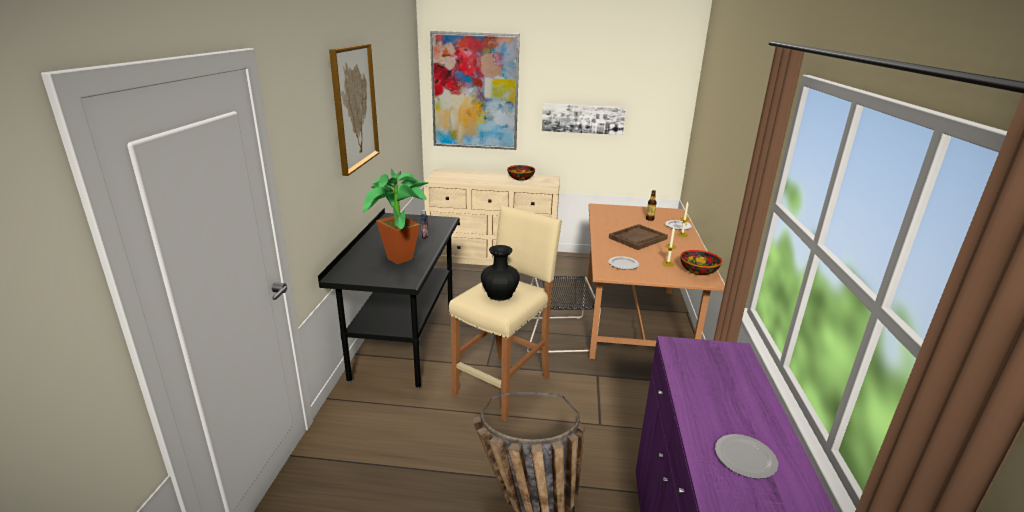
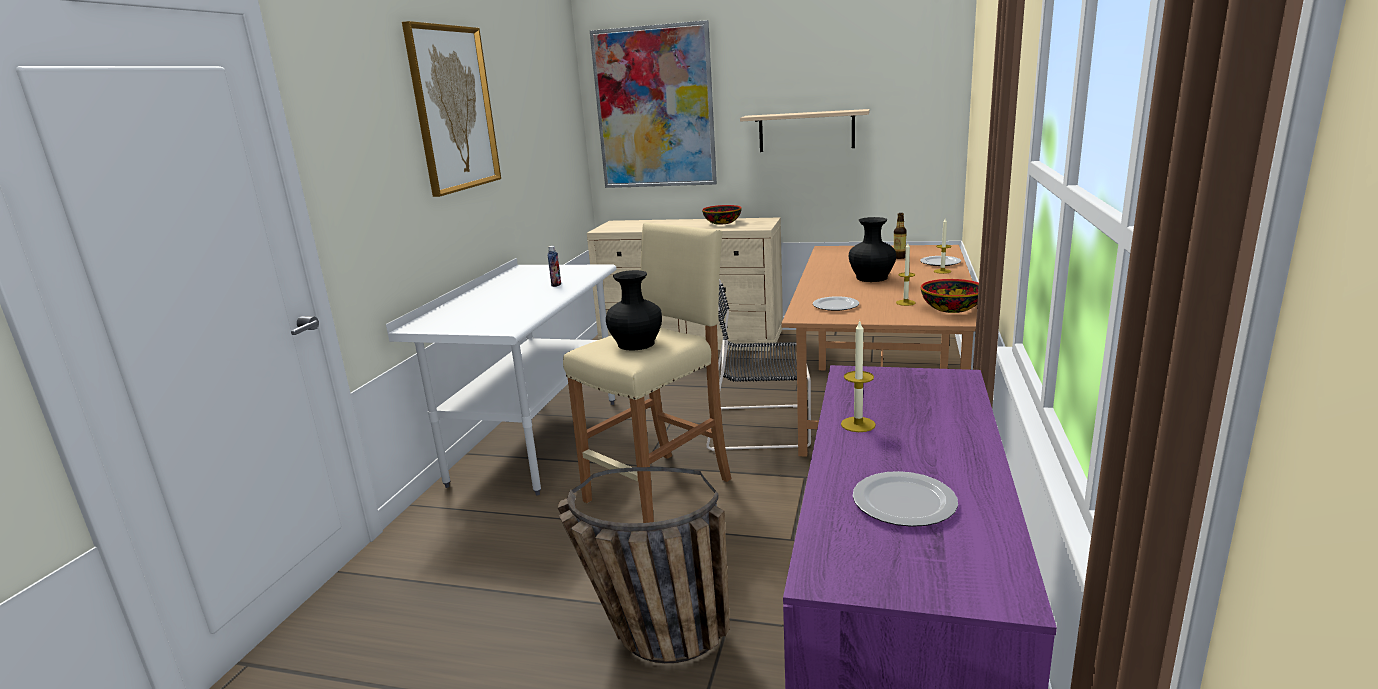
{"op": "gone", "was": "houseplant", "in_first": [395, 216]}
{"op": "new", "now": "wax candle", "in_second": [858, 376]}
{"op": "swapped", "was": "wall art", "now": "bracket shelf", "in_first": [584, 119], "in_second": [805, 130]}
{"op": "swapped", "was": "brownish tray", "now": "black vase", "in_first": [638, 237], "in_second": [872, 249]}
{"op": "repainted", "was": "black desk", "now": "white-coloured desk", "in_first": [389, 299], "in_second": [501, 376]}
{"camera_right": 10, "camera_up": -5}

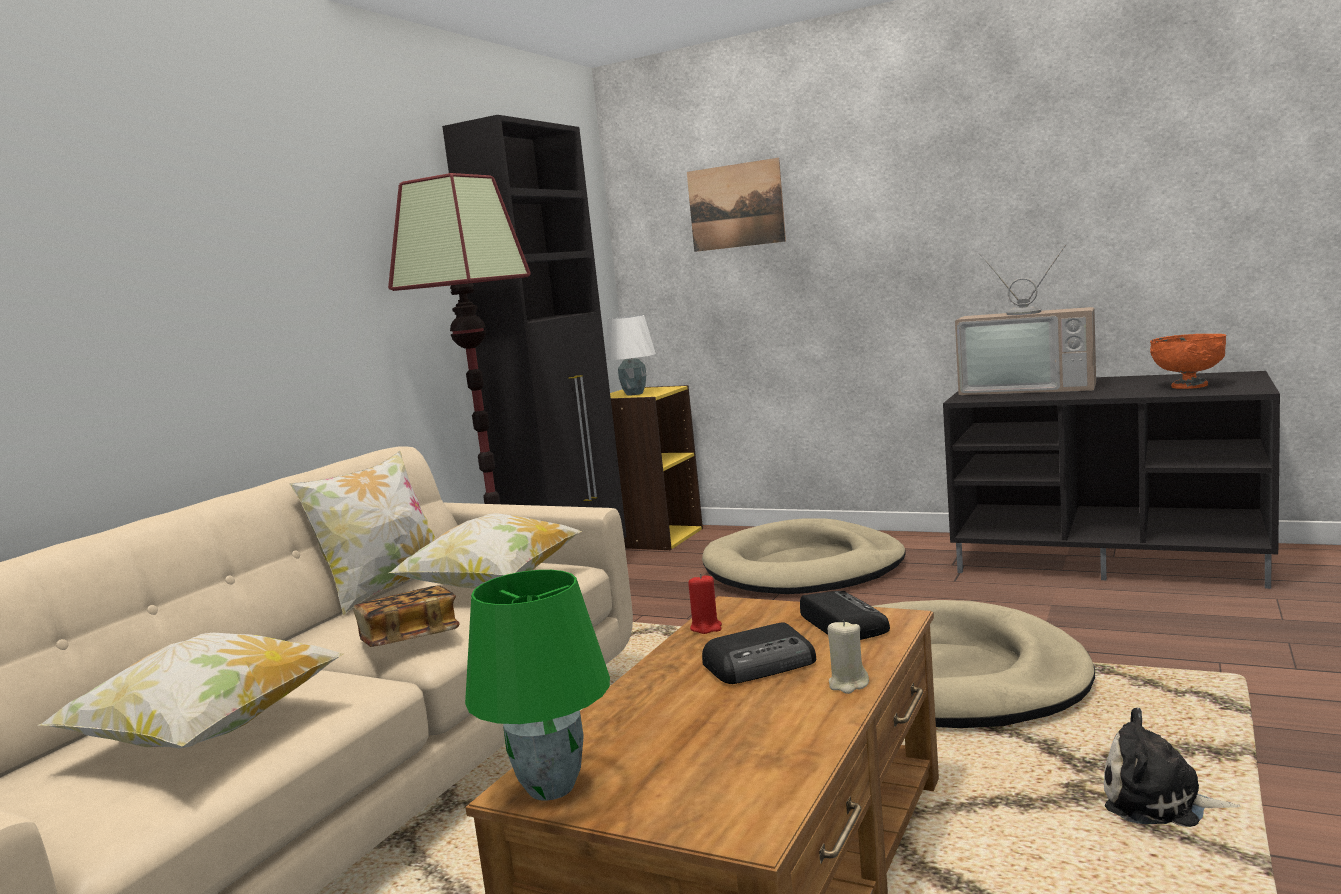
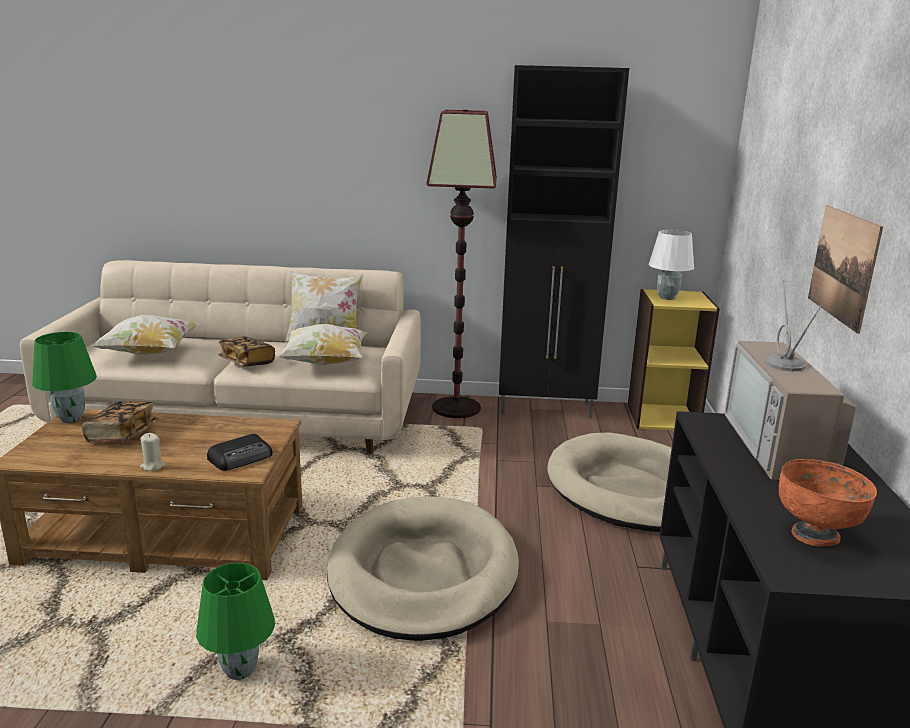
{"op": "gone", "was": "reddish wax candle", "in_first": [705, 604]}
{"op": "gone", "was": "radio receiver", "in_first": [759, 653]}
{"op": "new", "now": "volume", "in_second": [119, 422]}
{"op": "shifted", "was": "wall art", "in_first": [736, 205], "in_second": [845, 269]}
{"op": "swapped", "was": "cuddly toy", "now": "green lamp for a table", "in_first": [1172, 767], "in_second": [235, 621]}
{"camera_right": 65, "camera_up": 10}

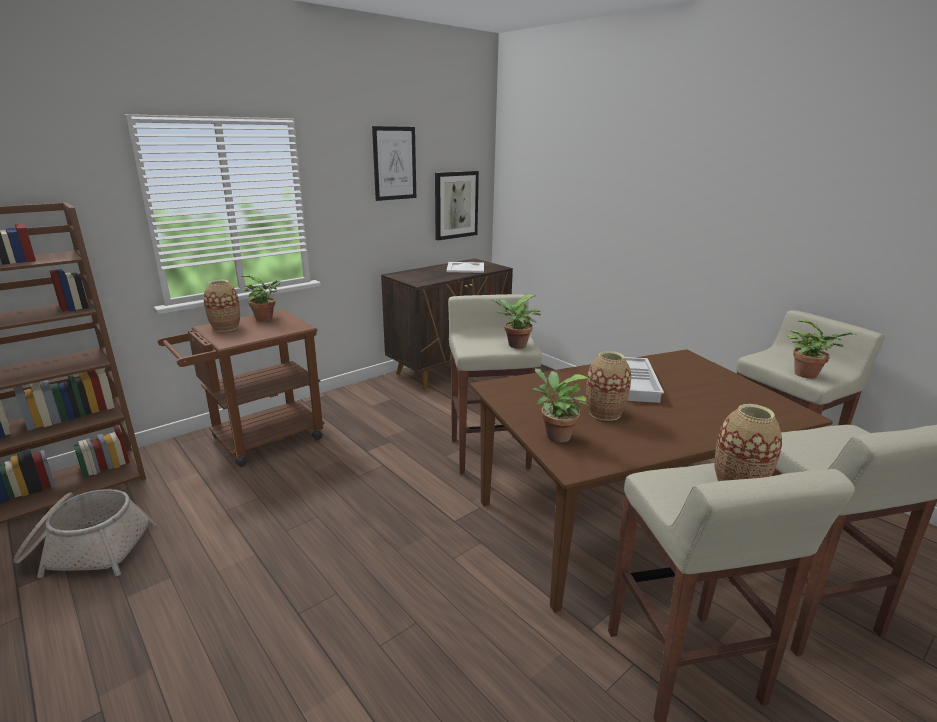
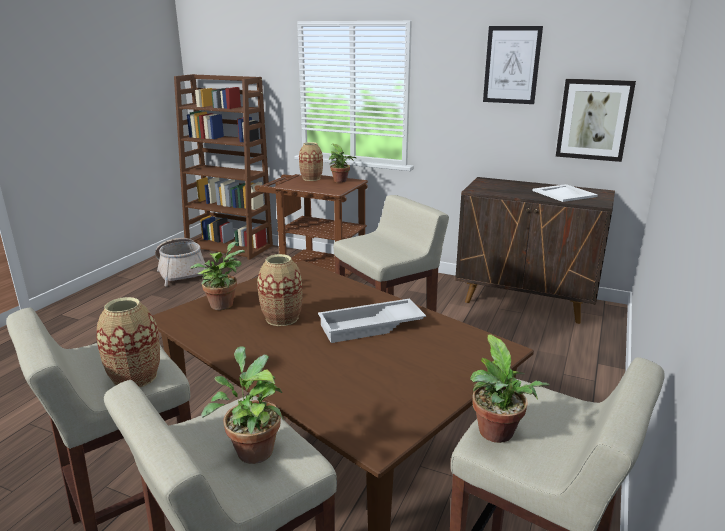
{"op": "shifted", "was": "houseplant", "in_first": [516, 322], "in_second": [242, 405]}
{"camera_right": 65, "camera_up": 0}

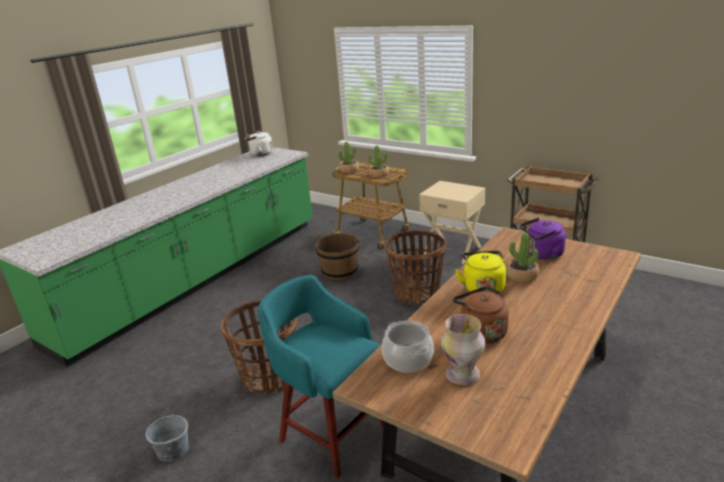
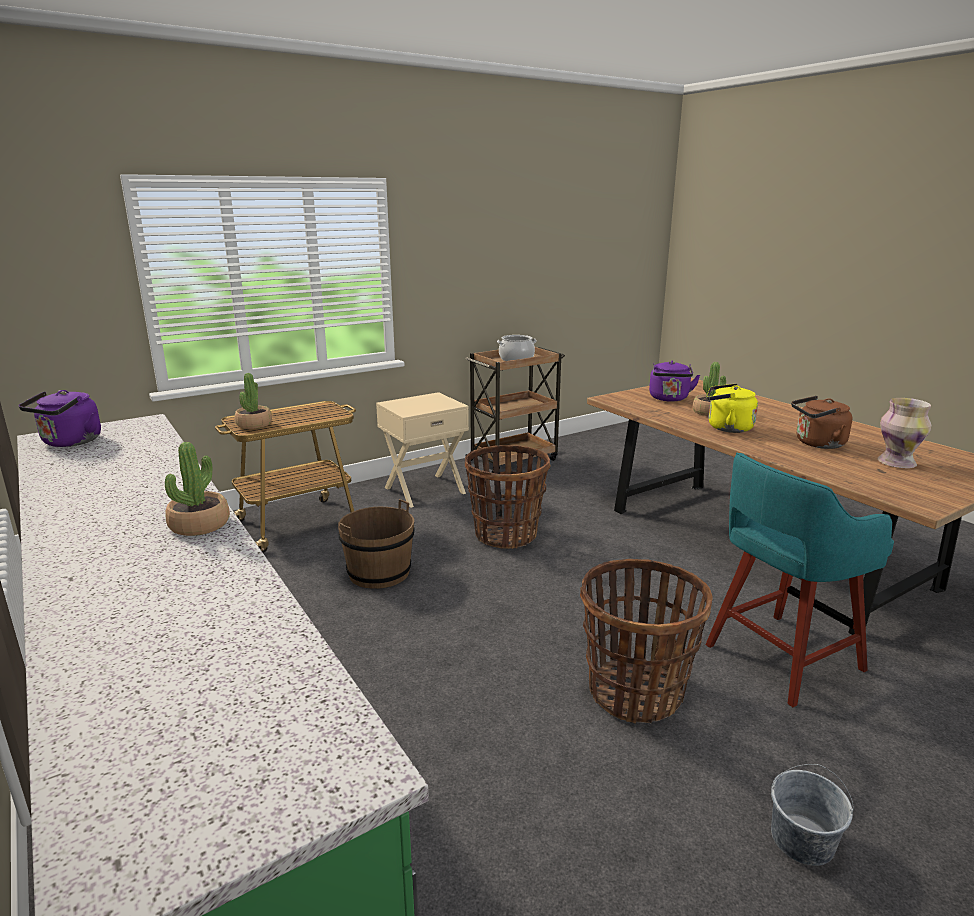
{"op": "shifted", "was": "houseplant", "in_first": [378, 161], "in_second": [197, 489]}
{"op": "shifted", "was": "saucepot", "in_first": [408, 347], "in_second": [517, 348]}
{"op": "repainted", "was": "white-coloured water kettle", "now": "purplish water kettle", "in_first": [259, 143], "in_second": [60, 418]}
{"camera_right": -70, "camera_up": -5}

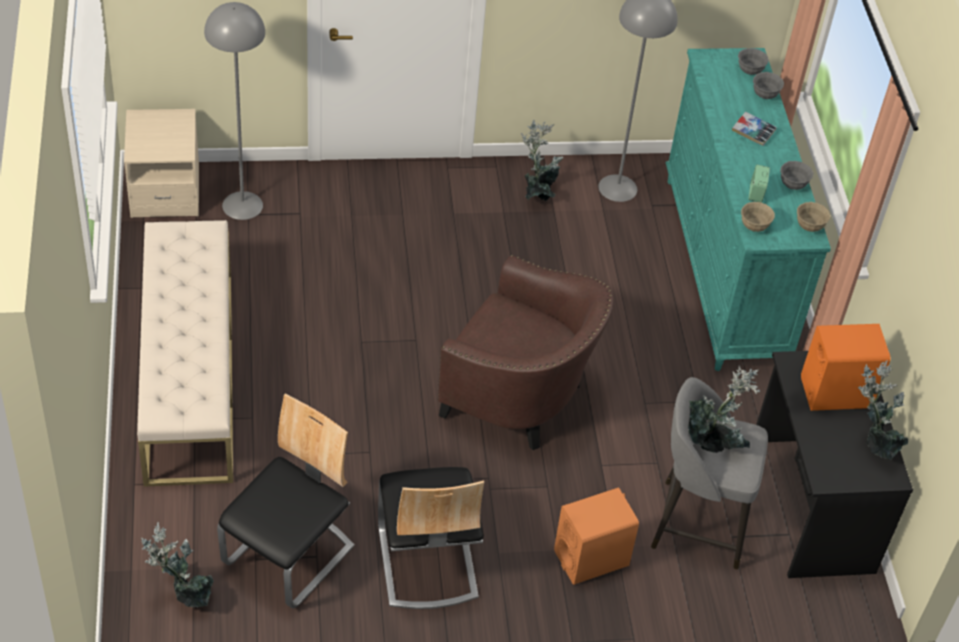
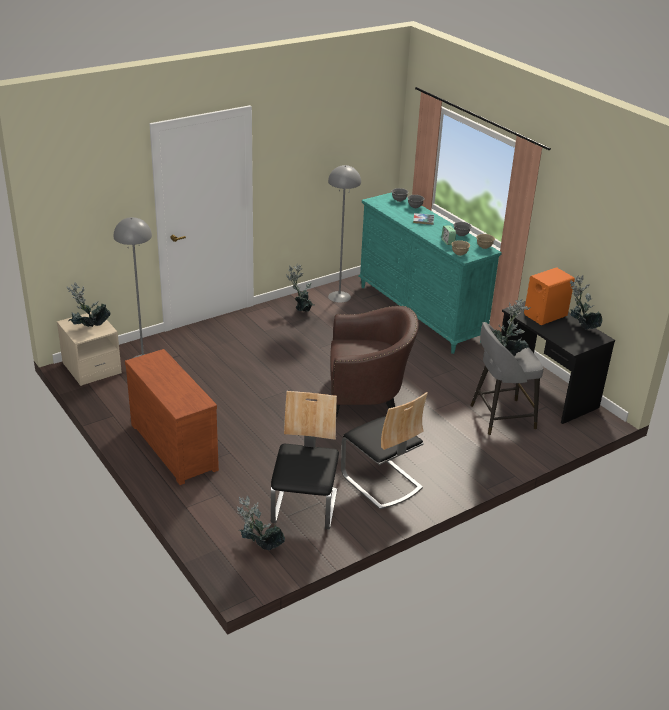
{"op": "gone", "was": "orange audio speaker", "in_first": [596, 536]}
{"op": "new", "now": "houseplant", "in_second": [88, 304]}
{"op": "swapped", "was": "sand-coloured long seat", "now": "brownish drawer chest", "in_first": [185, 353], "in_second": [172, 417]}
{"camera_right": -25, "camera_up": -15}

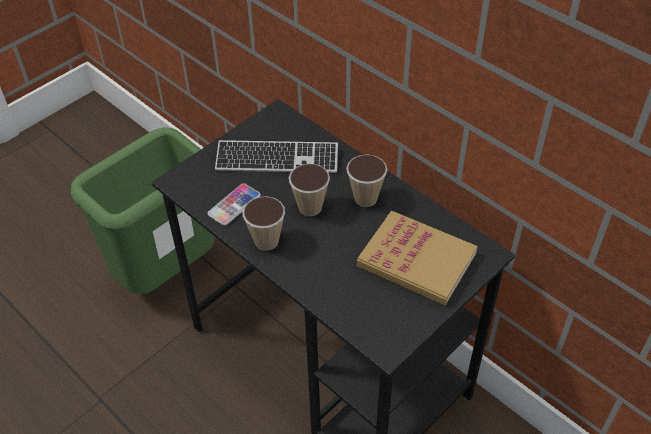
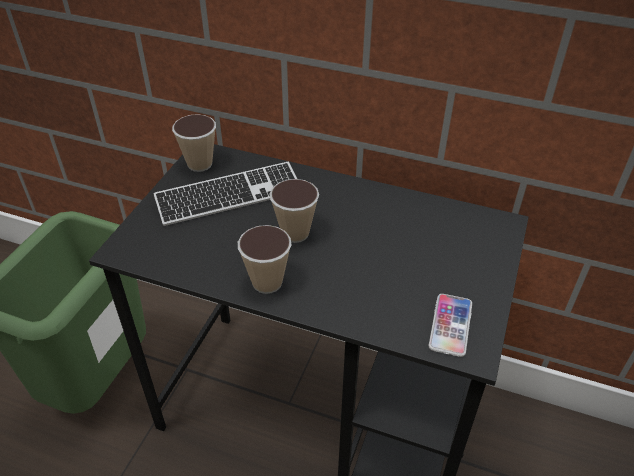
{"op": "gone", "was": "volume", "in_first": [417, 257]}
{"op": "shifted", "was": "handset", "in_first": [234, 204], "in_second": [450, 325]}
{"op": "shifted", "was": "drinking cup", "in_first": [367, 180], "in_second": [194, 143]}
{"camera_right": -25, "camera_up": -5}

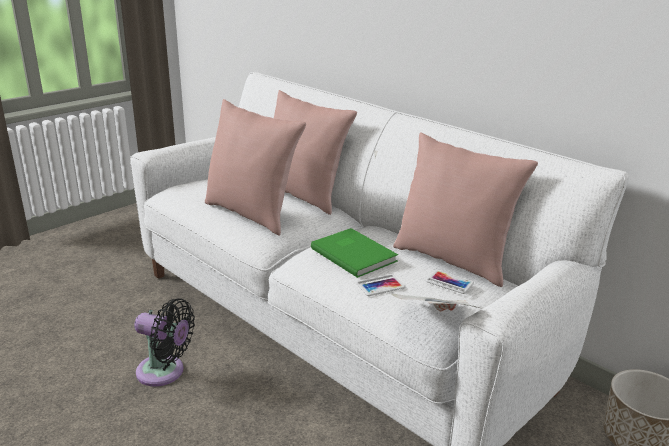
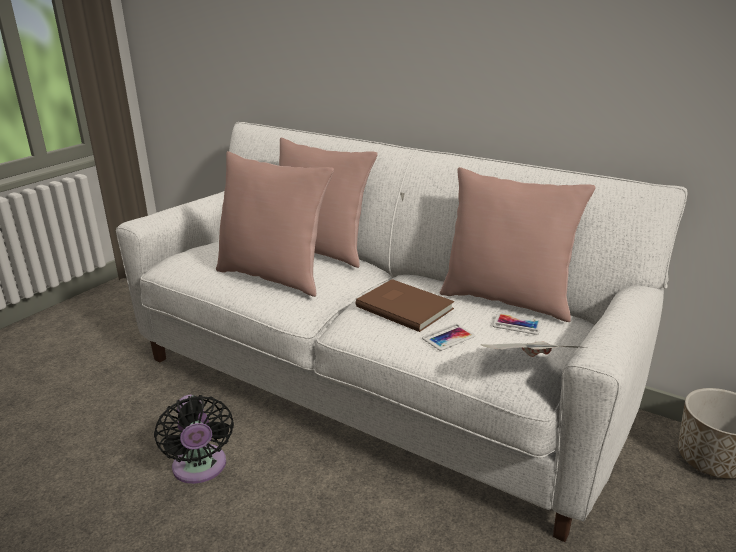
{"op": "repainted", "was": "green volume", "now": "brownish volume", "in_first": [354, 253], "in_second": [405, 305]}
{"op": "rotated", "was": "black fan", "in_first": [164, 342], "in_second": [194, 439], "clockwise": 60}
{"camera_right": -10, "camera_up": 0}

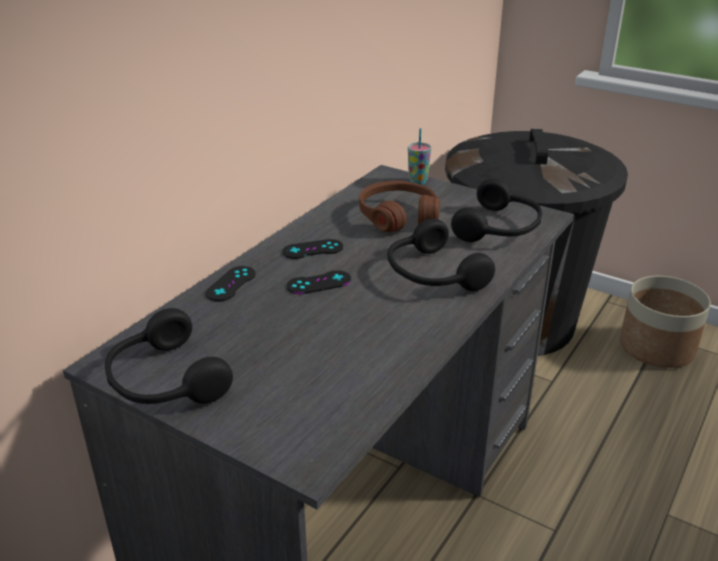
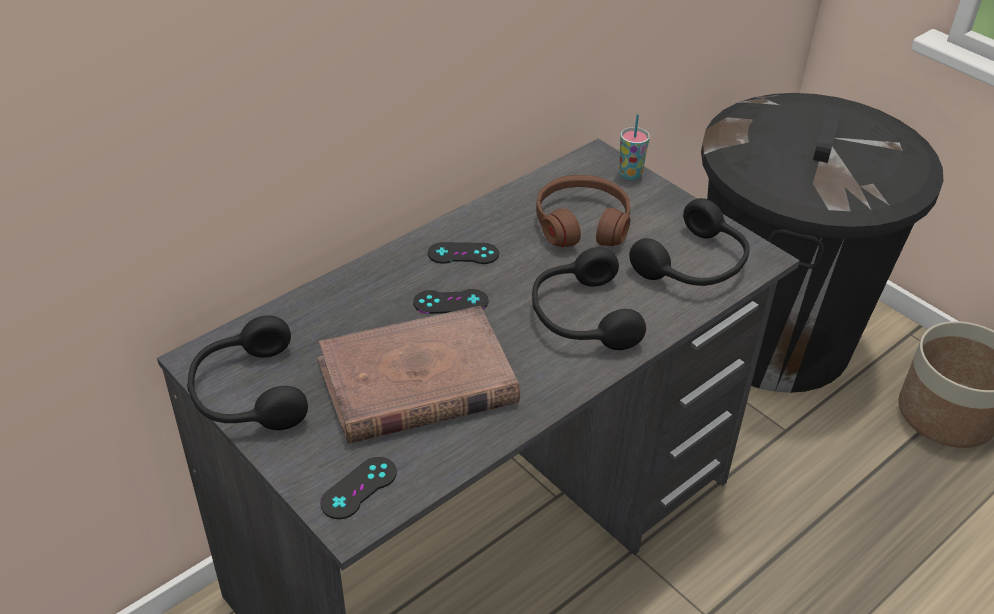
{"op": "new", "now": "brownish volume", "in_second": [418, 375]}
{"op": "shifted", "was": "black joypad", "in_first": [230, 283], "in_second": [358, 488]}
{"camera_right": 15, "camera_up": 10}

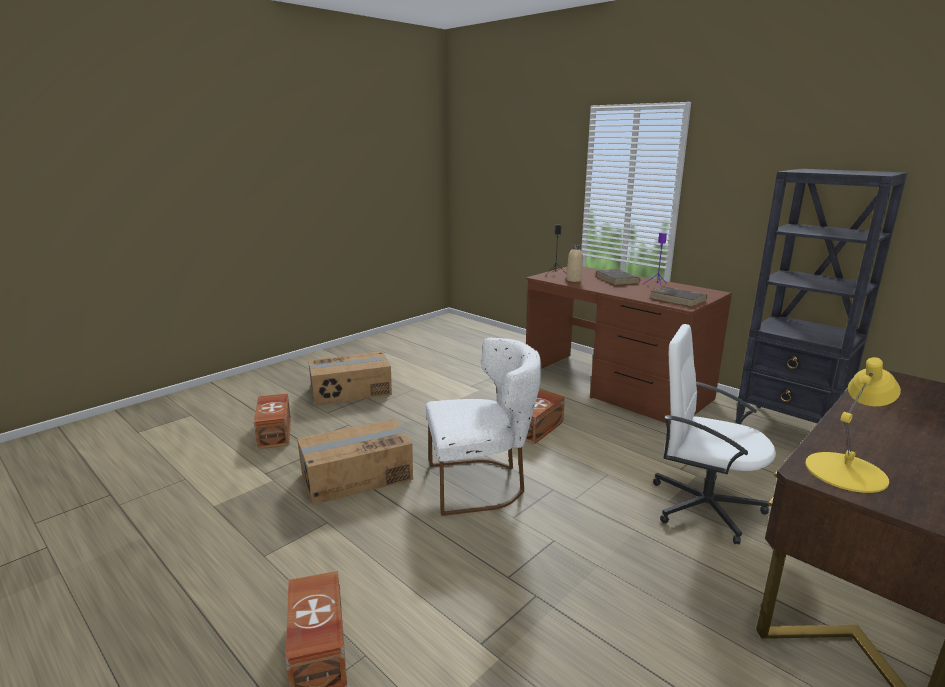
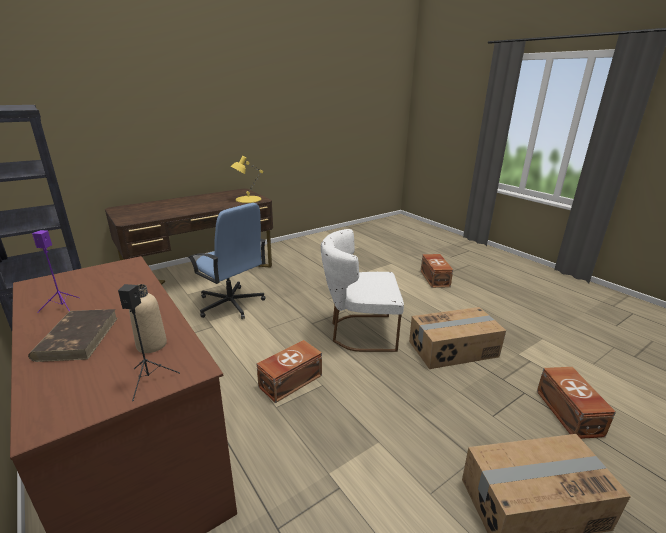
{"op": "gone", "was": "brownish volume", "in_first": [678, 296]}
{"op": "repainted", "was": "white-coloured desk chair", "now": "blue-coloured desk chair", "in_first": [714, 434], "in_second": [227, 261]}
{"camera_right": -170, "camera_up": 5}

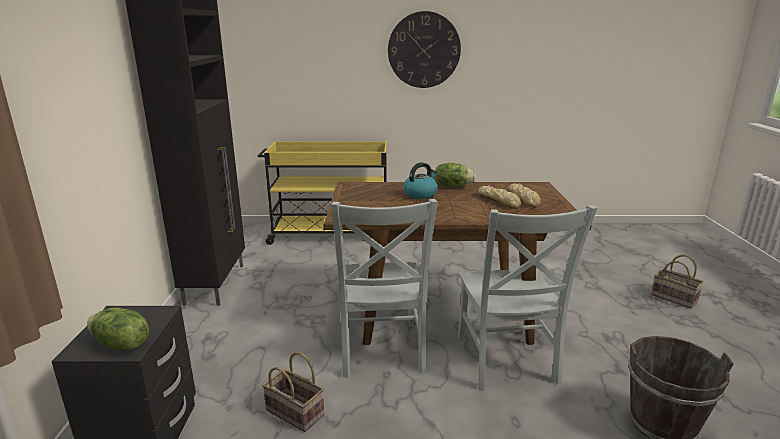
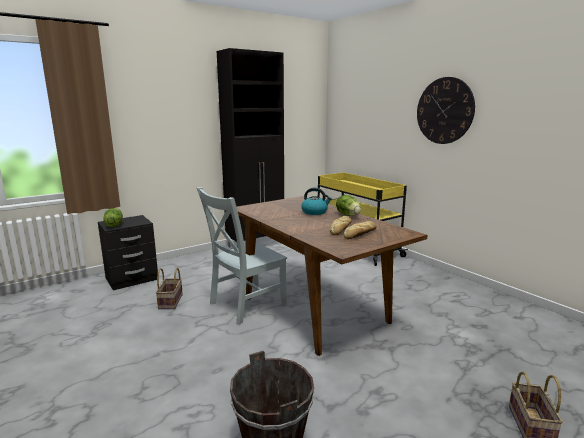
{"op": "gone", "was": "greyish upright chair", "in_first": [528, 298]}
{"camera_right": 55, "camera_up": -5}

